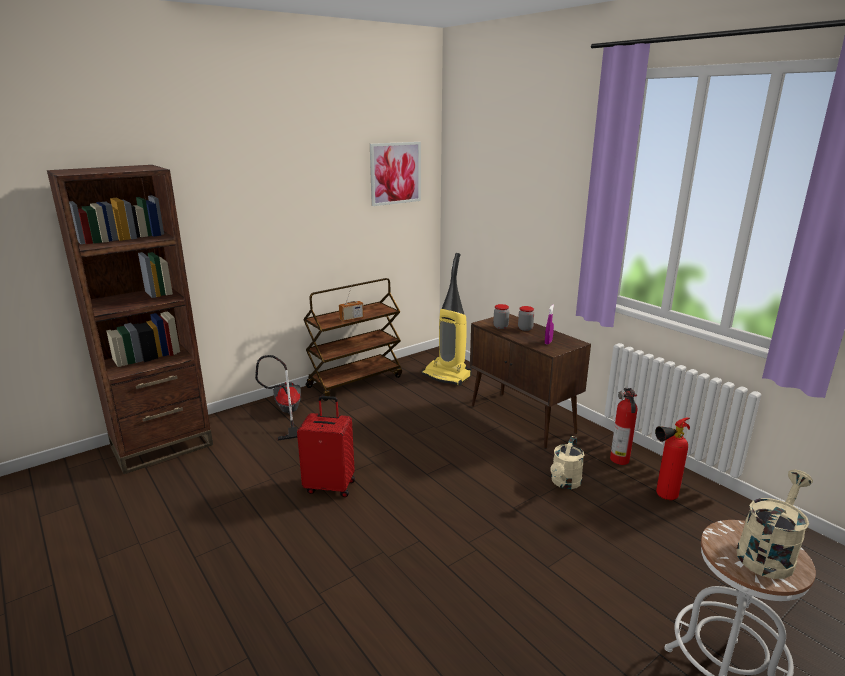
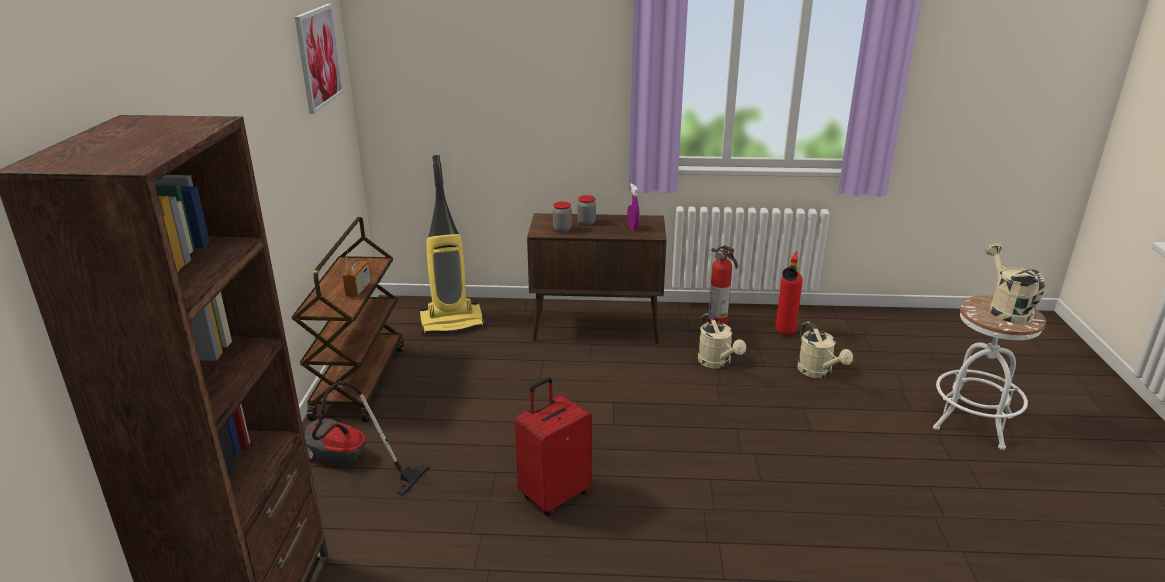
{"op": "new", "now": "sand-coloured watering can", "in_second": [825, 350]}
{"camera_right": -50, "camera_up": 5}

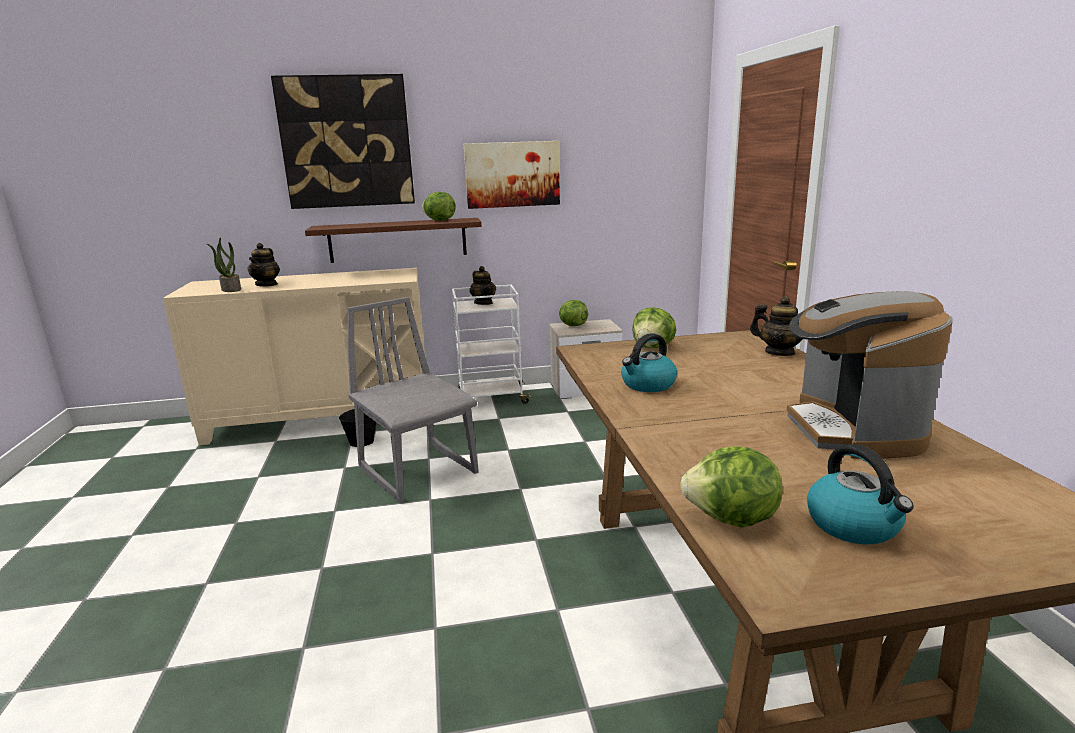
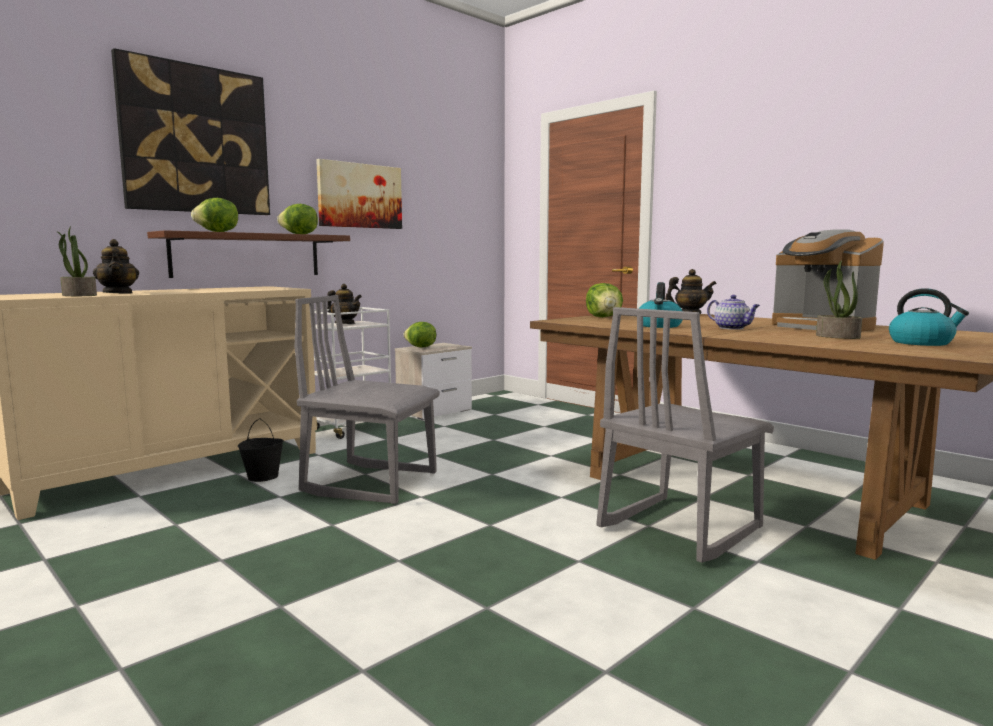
{"op": "new", "now": "greyish upright chair", "in_second": [685, 435]}
{"op": "new", "now": "tea pot", "in_second": [733, 312]}
{"op": "new", "now": "houseplant", "in_second": [839, 300]}
{"op": "shifted", "was": "lettuce head", "in_first": [731, 487], "in_second": [214, 215]}
{"camera_right": -35, "camera_up": -10}

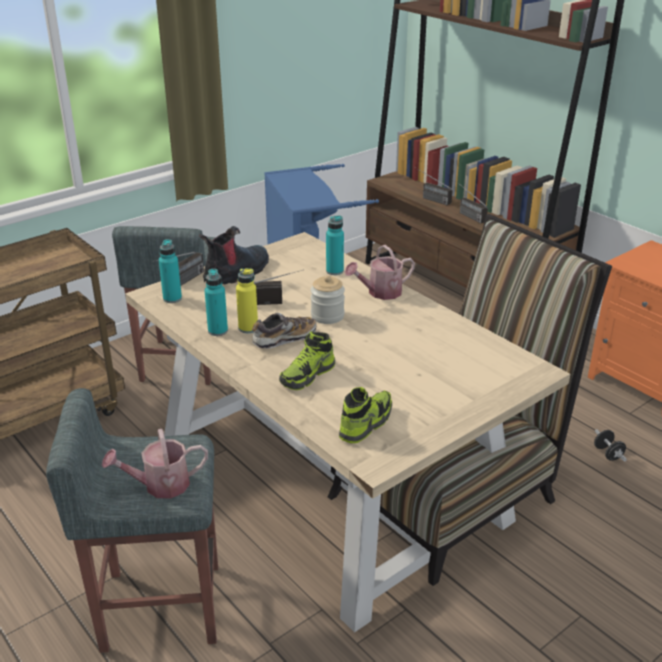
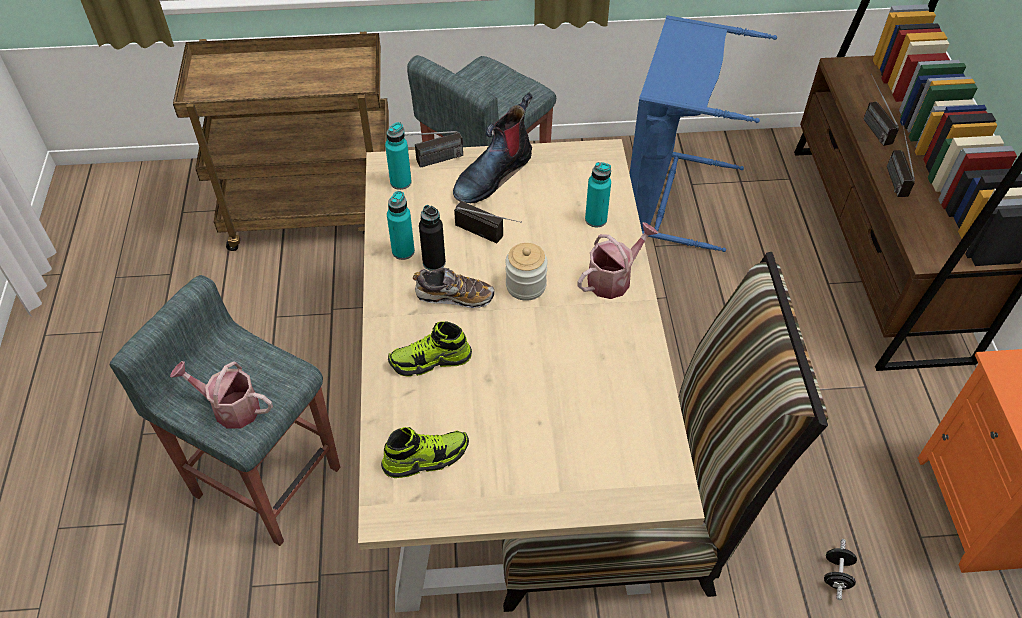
{"op": "repainted", "was": "yellow-coloured drink bottle", "now": "black drink bottle", "in_first": [247, 300], "in_second": [432, 238]}
{"op": "rotated", "was": "high-top boot", "in_first": [234, 255], "in_second": [493, 148], "clockwise": 150}
{"op": "rotated", "was": "watering can", "in_first": [380, 272], "in_second": [617, 260], "clockwise": 135}
{"camera_right": 35, "camera_up": 20}

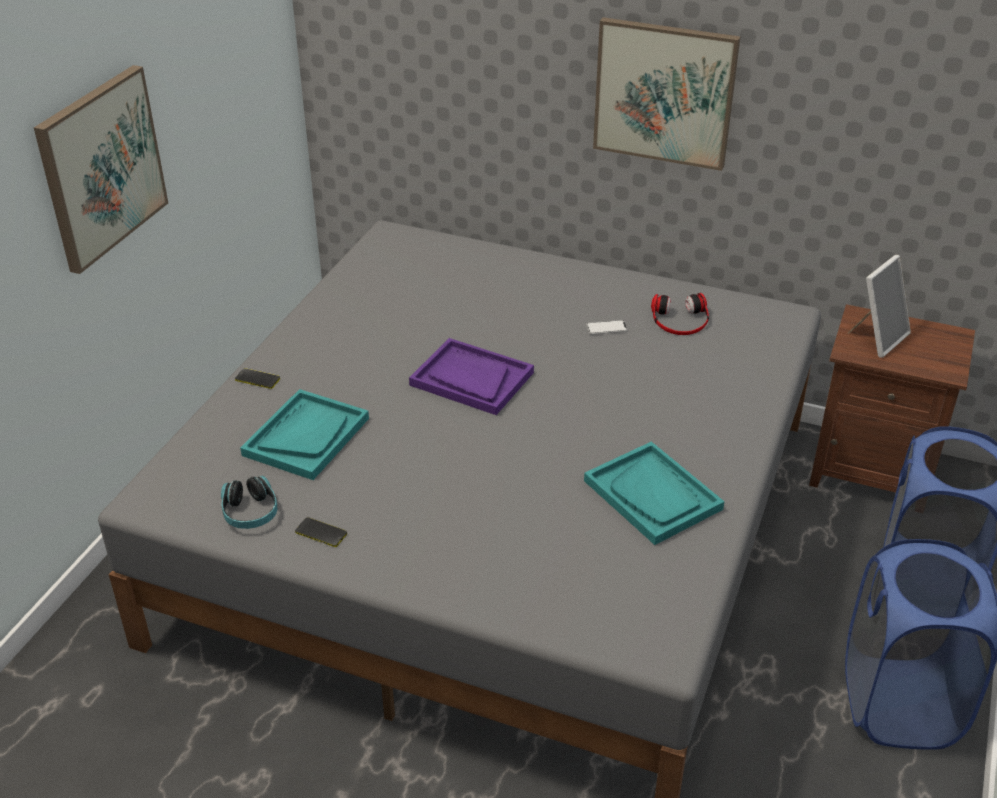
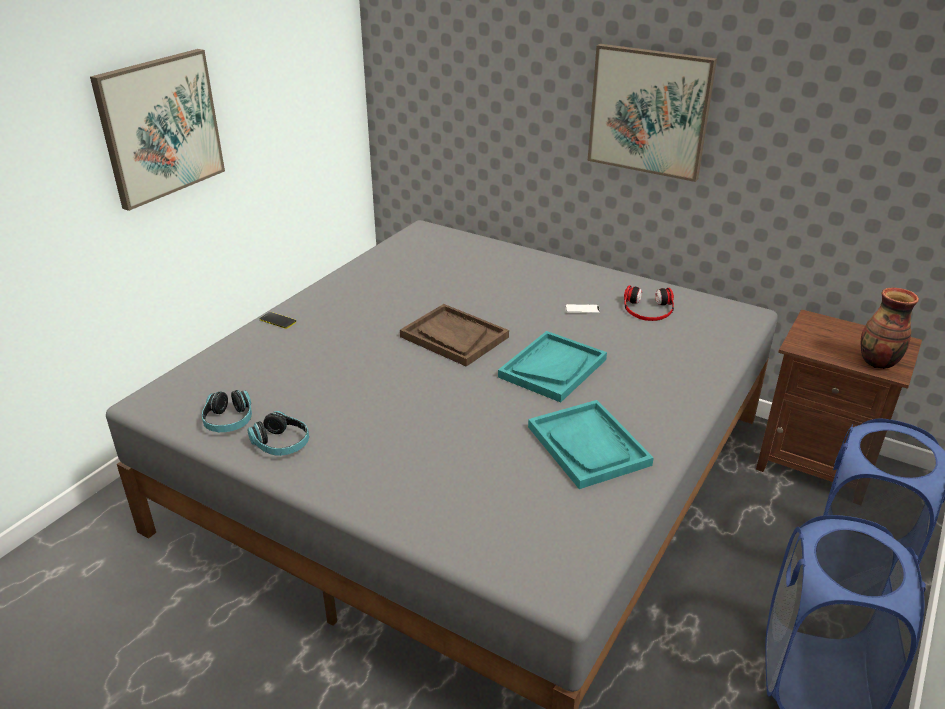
{"op": "gone", "was": "standing frame", "in_first": [879, 306]}
{"op": "new", "now": "vase", "in_second": [890, 328]}
{"op": "shifted", "was": "turquoise tray", "in_first": [304, 434], "in_second": [552, 367]}
{"op": "swapped", "was": "handset", "now": "pair of headphones", "in_first": [321, 532], "in_second": [278, 433]}
{"op": "repainted", "was": "purplish tray", "now": "brownish tray", "in_first": [471, 376], "in_second": [454, 335]}
{"camera_right": 10, "camera_up": -5}

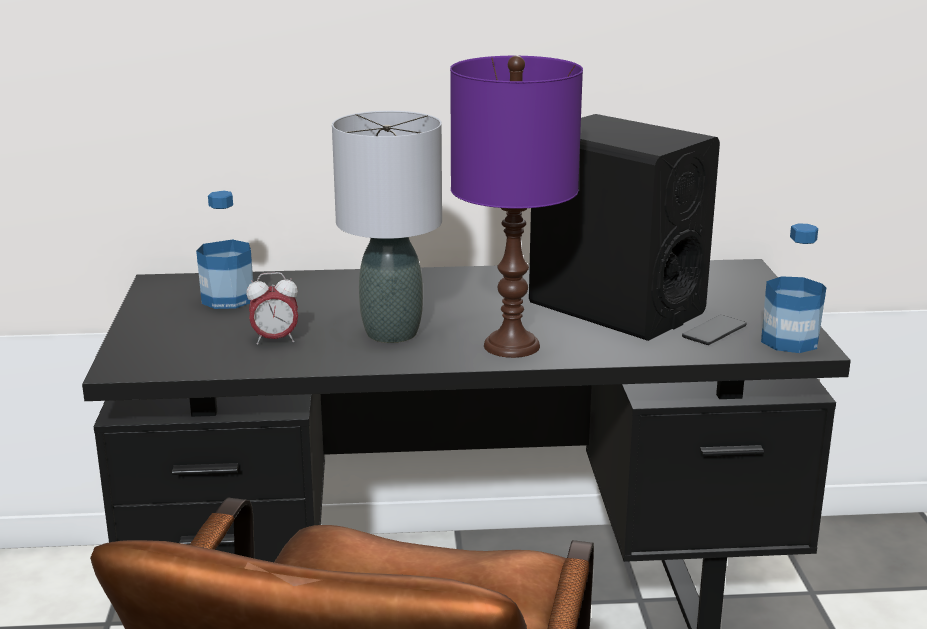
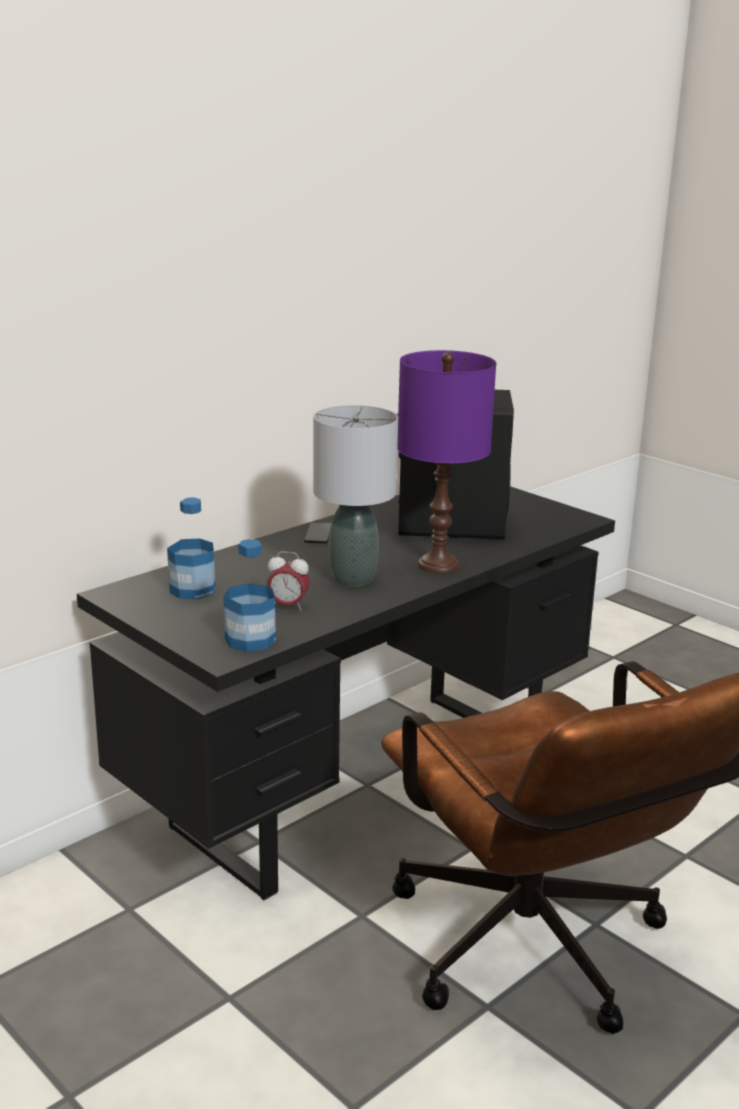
{"op": "shifted", "was": "handset", "in_first": [714, 330], "in_second": [317, 532]}
{"op": "shifted", "was": "drink bottle", "in_first": [793, 288], "in_second": [250, 595]}
{"op": "rotated", "was": "bedside clock", "in_first": [272, 308], "in_second": [288, 581], "clockwise": 60}
{"camera_right": -40, "camera_up": 0}

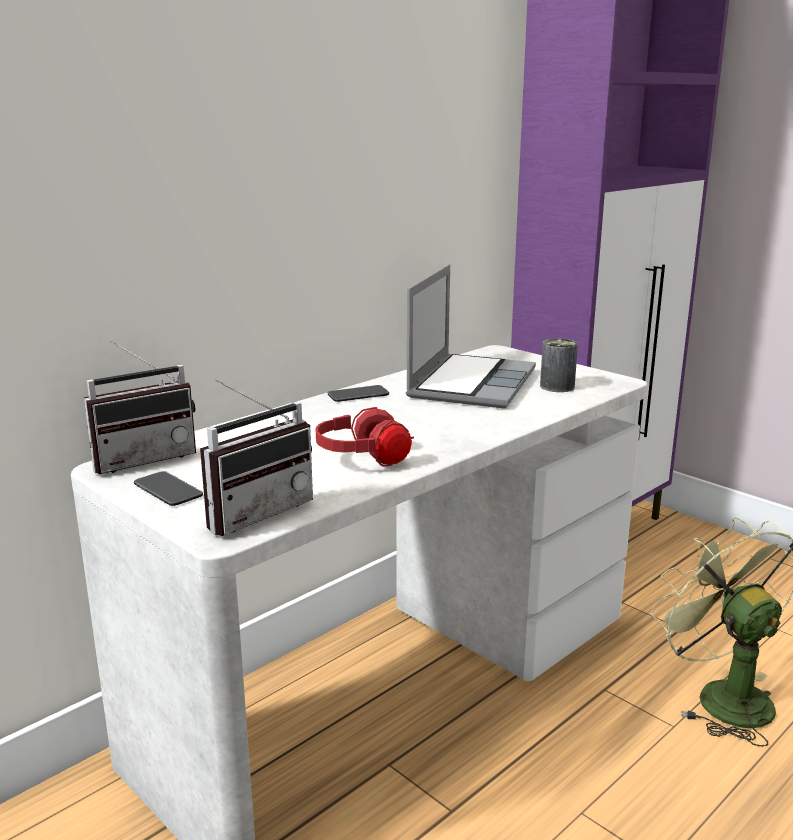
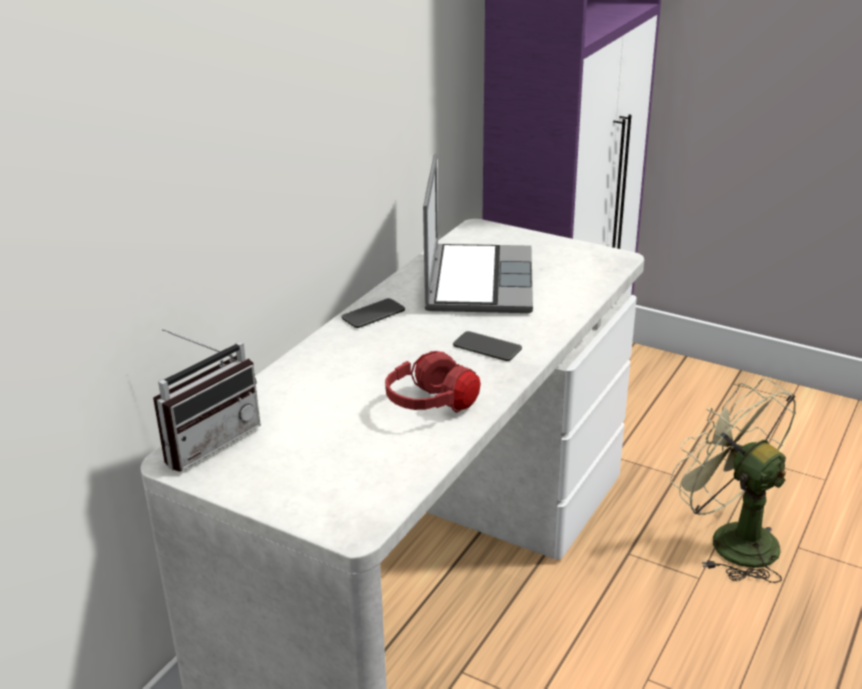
{"op": "gone", "was": "radio receiver", "in_first": [256, 457]}
{"op": "gone", "was": "metal can", "in_first": [559, 365]}
{"op": "shifted", "was": "handset", "in_first": [168, 488], "in_second": [487, 346]}
{"camera_right": -15, "camera_up": 10}

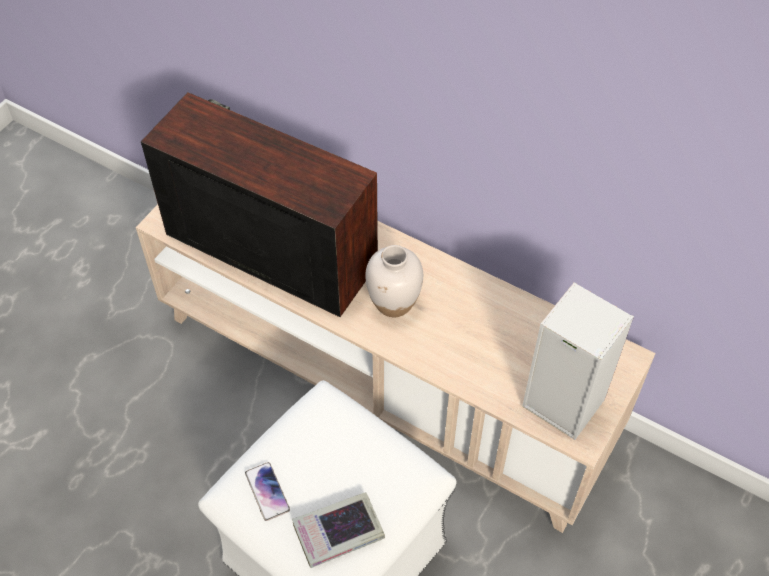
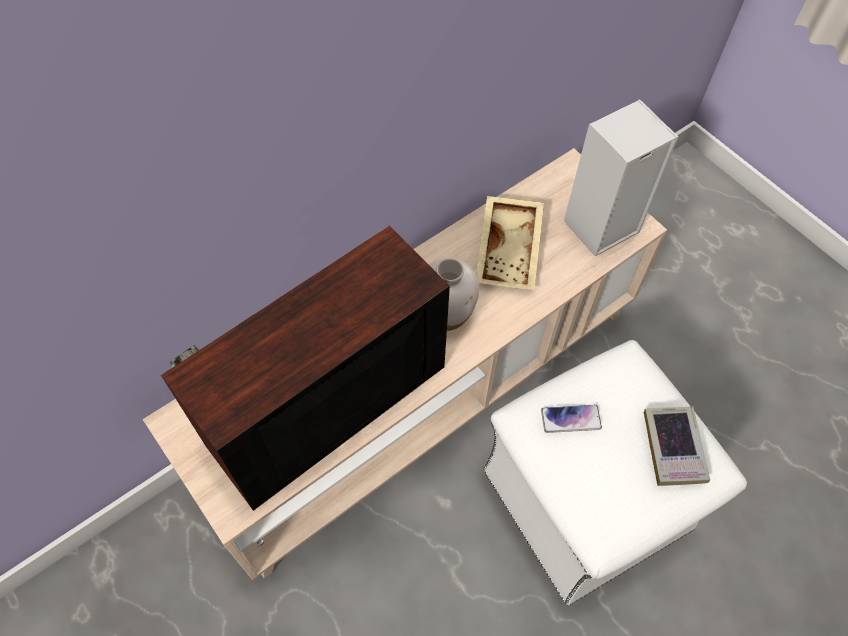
{"op": "new", "now": "sand-coloured tray", "in_second": [510, 243]}
{"op": "shifted", "was": "handset", "in_first": [267, 491], "in_second": [571, 419]}
{"camera_right": -70, "camera_up": 5}

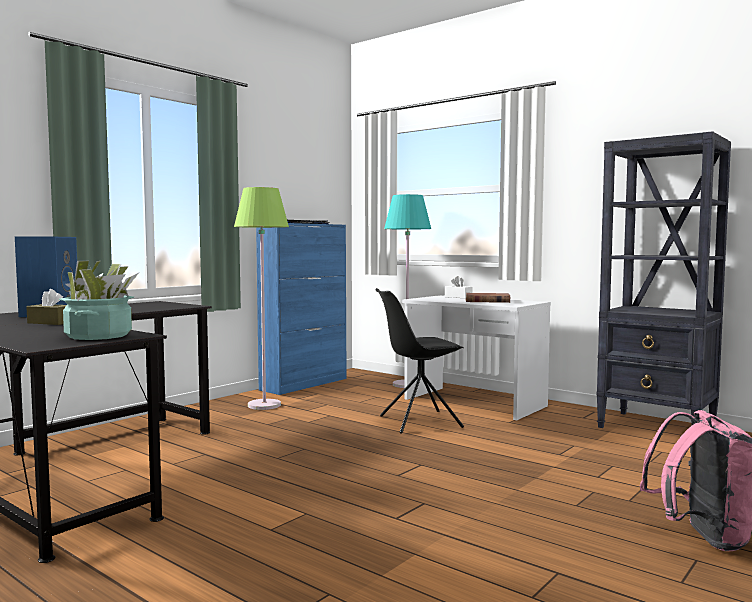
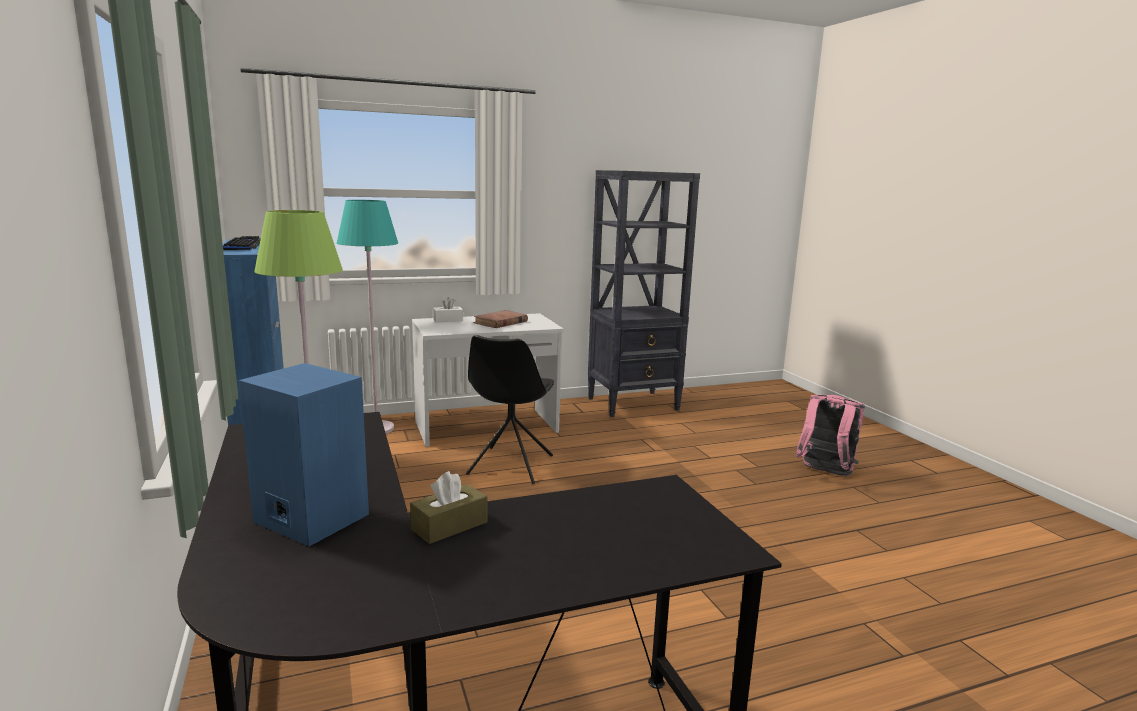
{"op": "gone", "was": "houseplant", "in_first": [98, 300]}
{"camera_right": -60, "camera_up": 10}

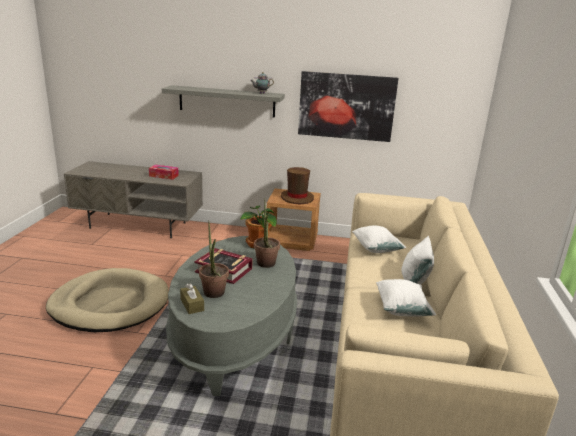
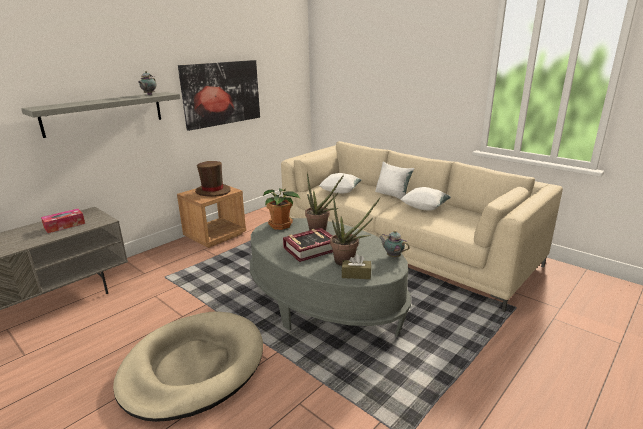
{"op": "new", "now": "tea pot", "in_second": [394, 244]}
{"camera_right": -55, "camera_up": 0}

